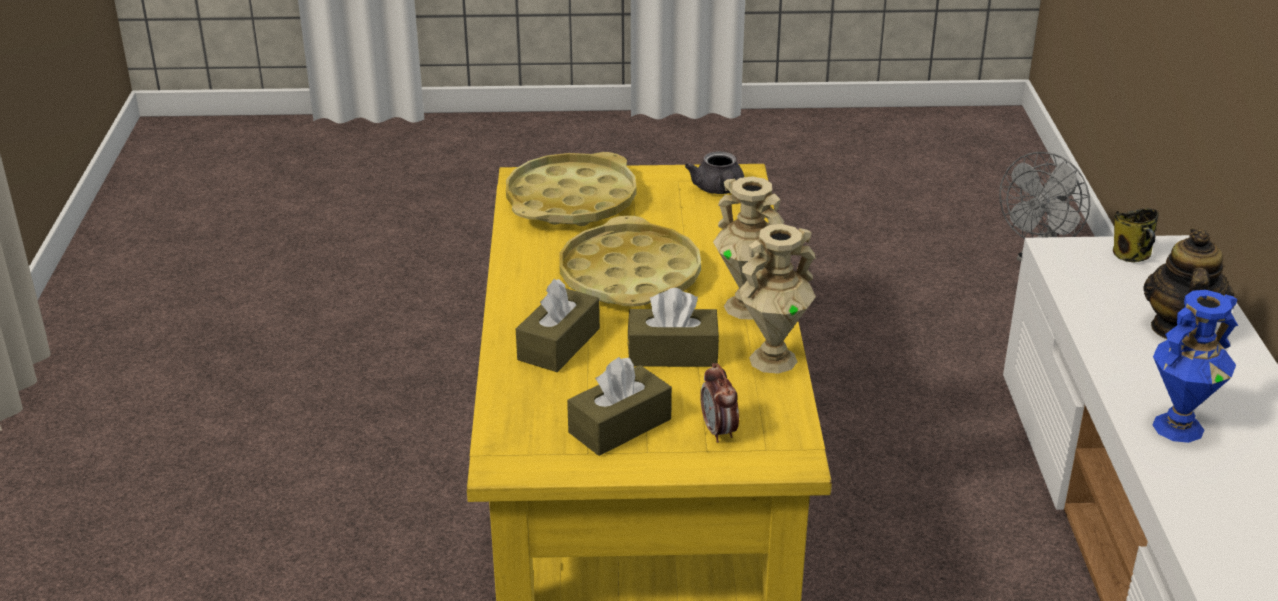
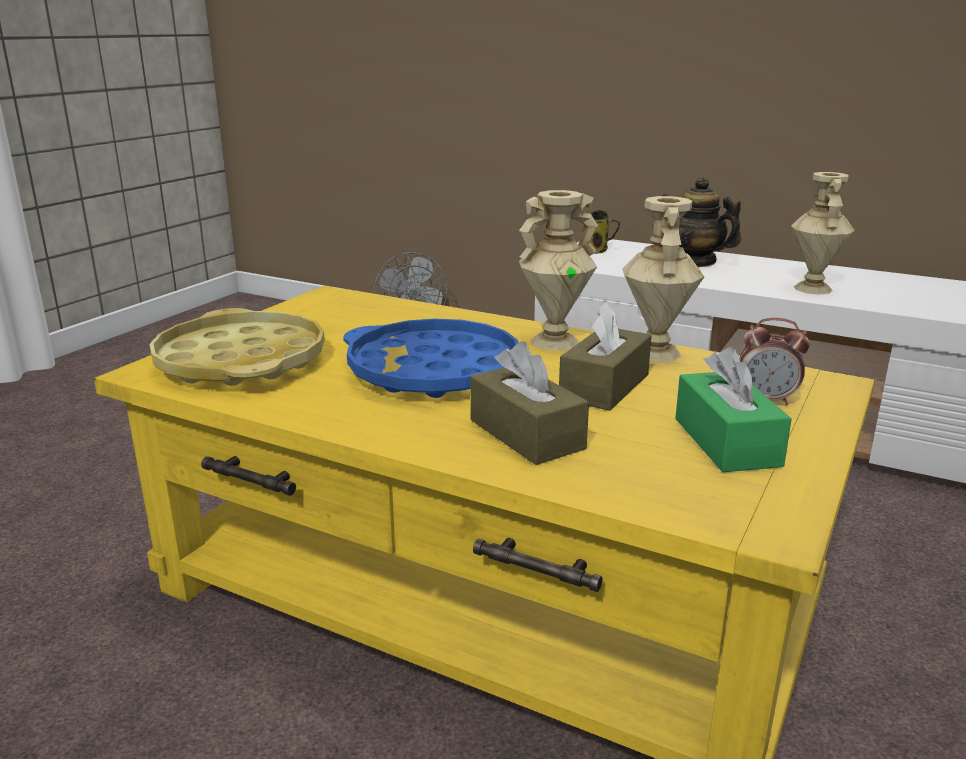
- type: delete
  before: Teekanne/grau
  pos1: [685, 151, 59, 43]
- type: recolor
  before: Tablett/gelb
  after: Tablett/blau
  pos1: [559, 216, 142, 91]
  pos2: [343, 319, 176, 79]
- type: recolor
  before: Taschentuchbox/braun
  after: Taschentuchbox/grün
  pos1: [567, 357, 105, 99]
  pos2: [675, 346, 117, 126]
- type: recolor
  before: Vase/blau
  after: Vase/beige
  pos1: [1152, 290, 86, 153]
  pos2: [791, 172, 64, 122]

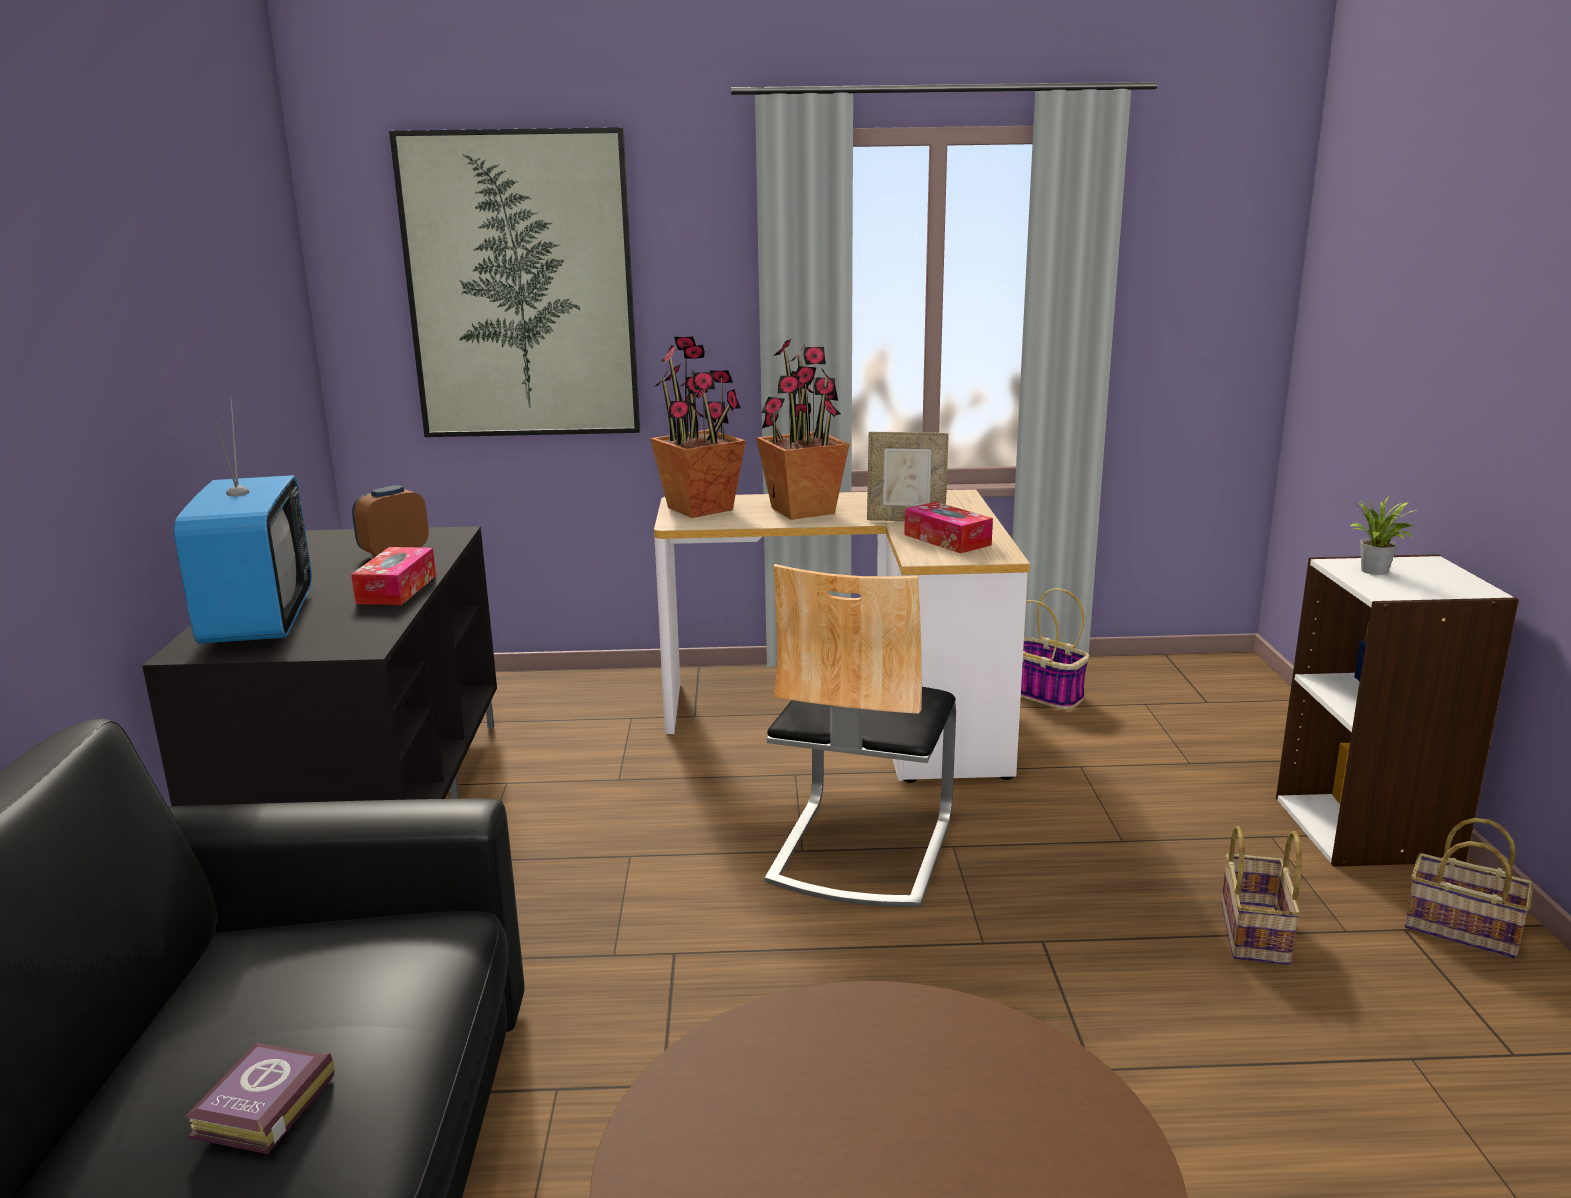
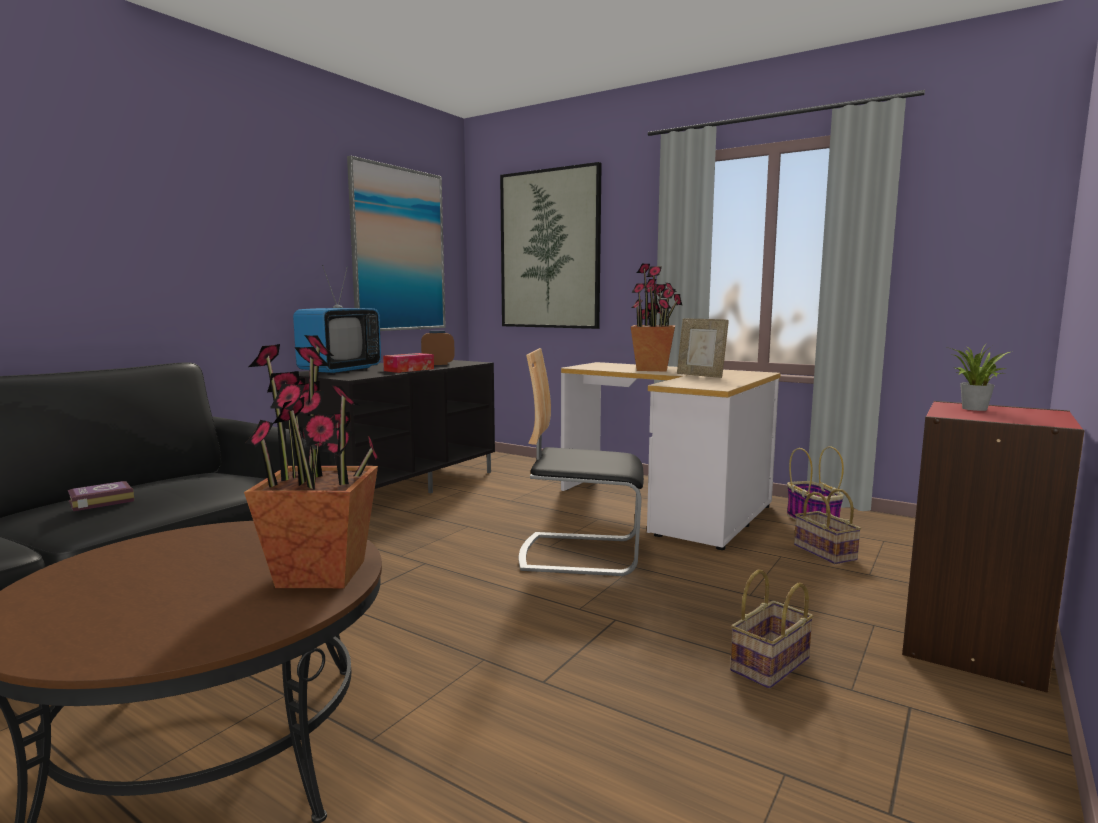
- type: delete
  before: Taschentuchbox
  pos1: [904, 502, 89, 51]
- type: insert
  after: Bild
  pos2: [347, 156, 99, 175]
- type: move
  before: Topfpflanze
  pos1: [650, 337, 96, 181]
  pos2: [244, 335, 136, 253]
- type: move
  before: Korb
  pos1: [1405, 818, 128, 141]
  pos2: [794, 489, 67, 75]
- type: recolor
  before: Bücherregal/weiß
  after: Bücherregal/rot
  pos1: [1276, 554, 243, 313]
  pos2: [902, 401, 183, 292]
- type: rotate
  before: Stuhl
  pos1: [765, 564, 191, 343]
  pos2: [519, 348, 125, 228]
  turn: 45

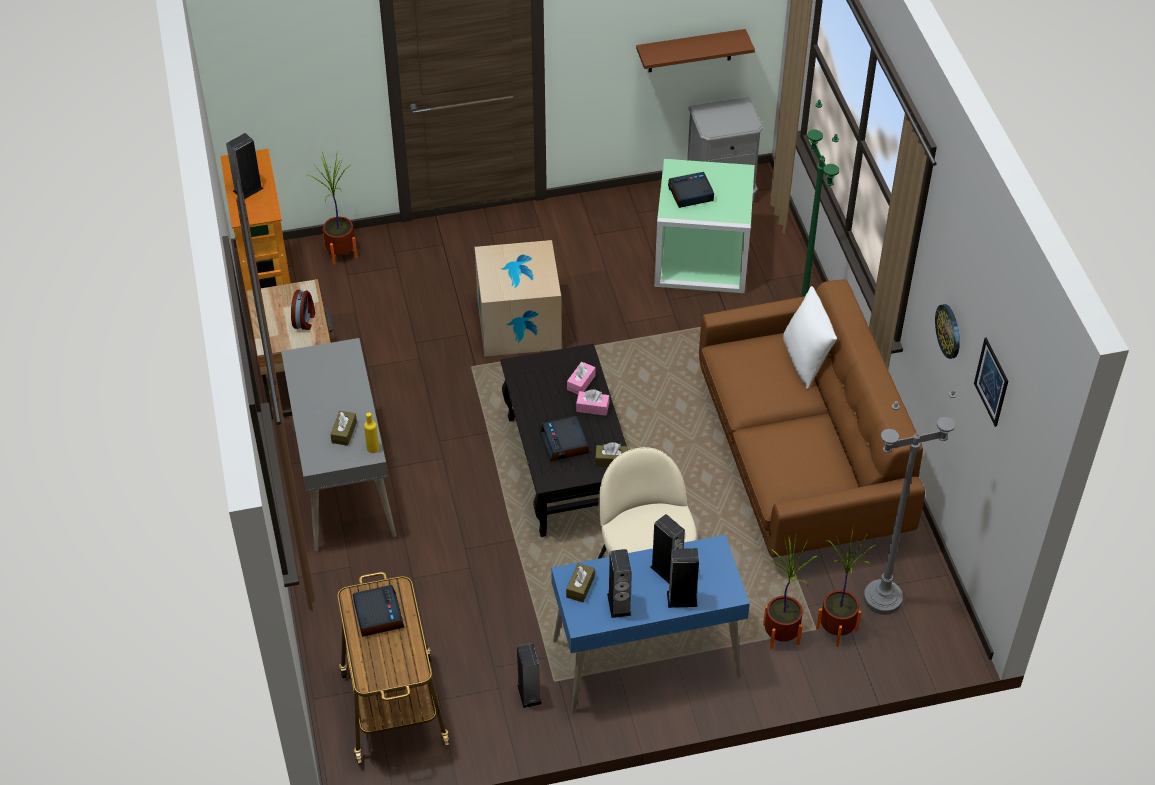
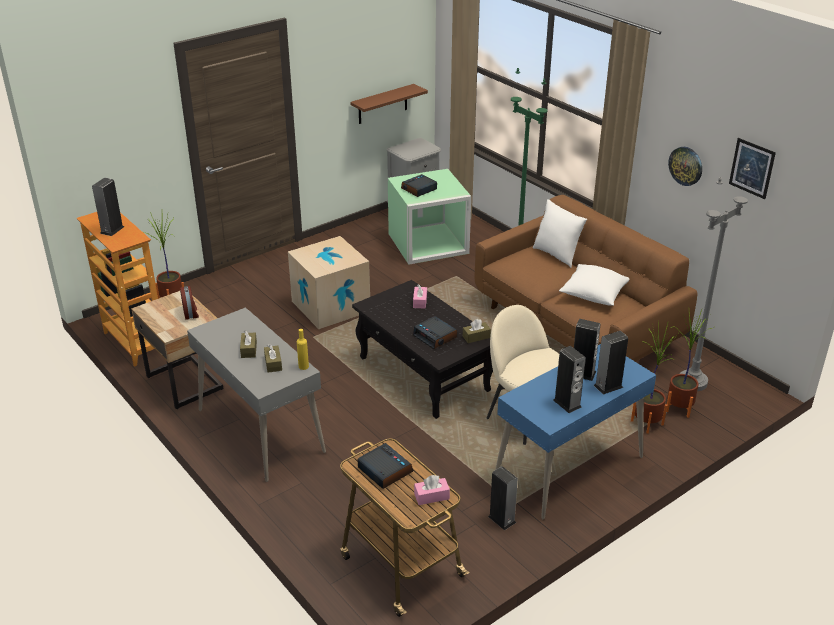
- type: insert
  after: Kissen/weiß
  pos2: [559, 264, 70, 42]
- type: move
  before: Taschentuchbox/braun
  pos1: [566, 563, 29, 39]
  pos2: [240, 331, 17, 27]
- type: move
  before: Taschentuchbox/rosa
  pos1: [576, 389, 33, 27]
  pos2: [414, 475, 36, 30]

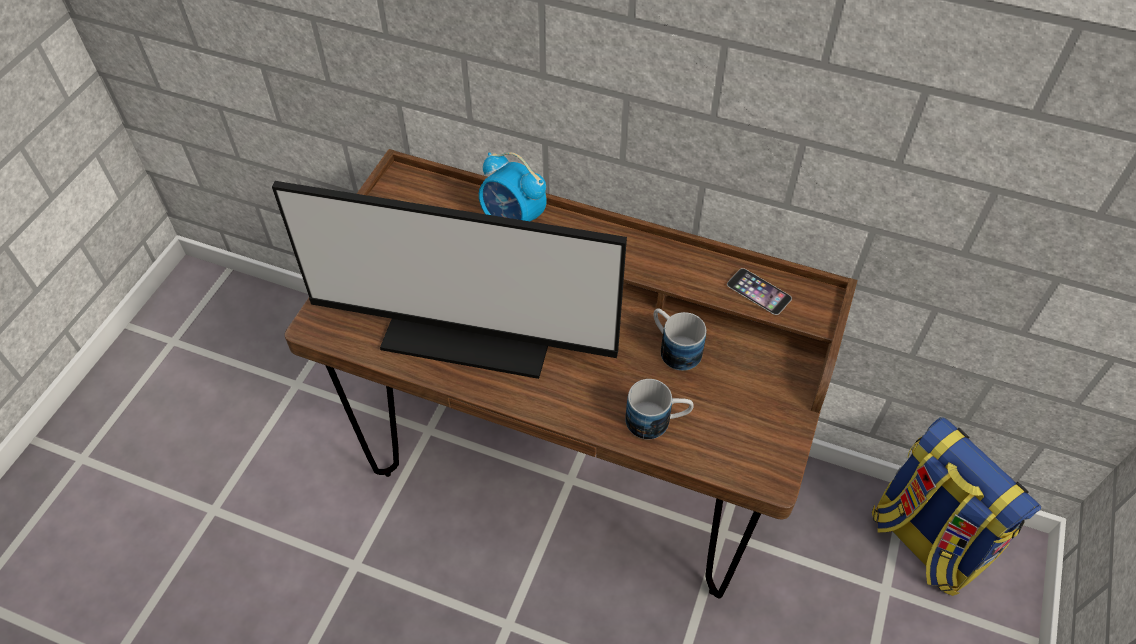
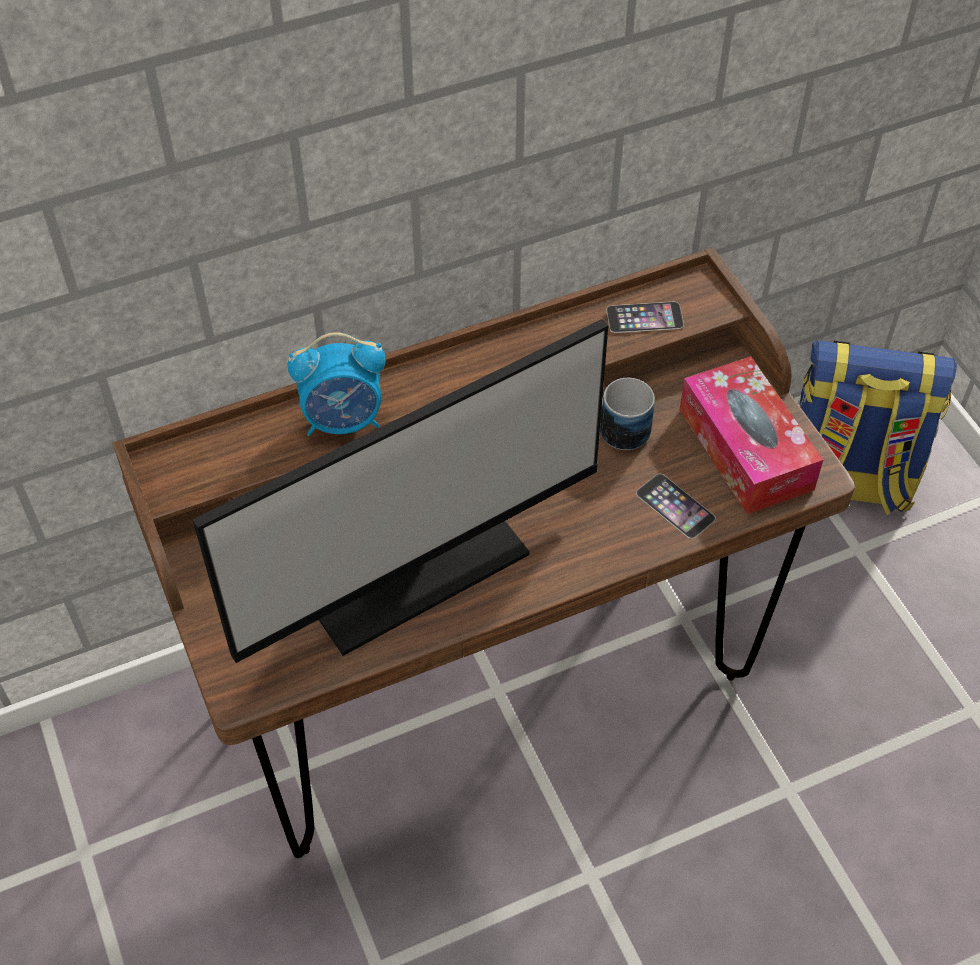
- type: insert
  after: Taschentuchbox
  pos2: [679, 356, 144, 158]
- type: replace
  before: Henkelbecher
  after: Handy
  pos1: [625, 379, 69, 61]
  pos2: [636, 474, 80, 65]

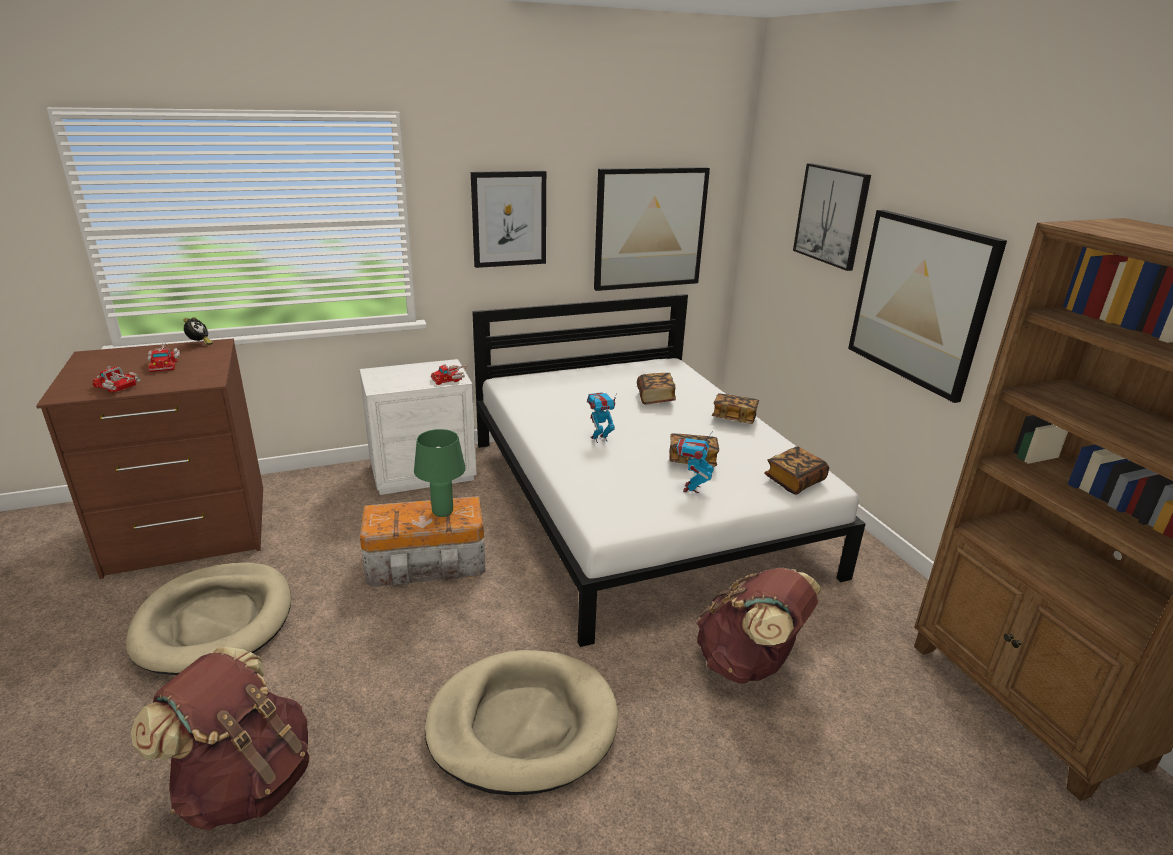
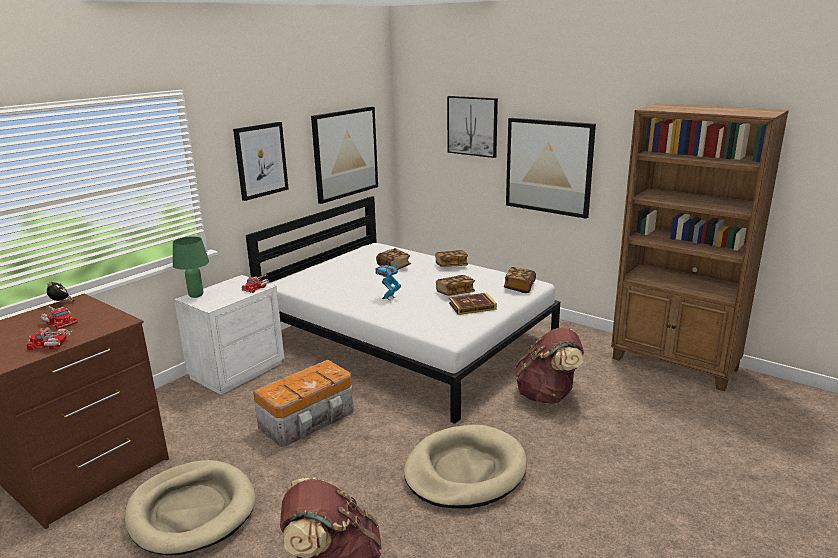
- type: move
  before: Tischlampe/grün
  pos1: [414, 429, 52, 88]
  pos2: [173, 236, 36, 62]
- type: replace
  before: Spielzeugroboter
  after: Buch
  pos1: [676, 431, 38, 62]
  pos2: [449, 293, 48, 22]

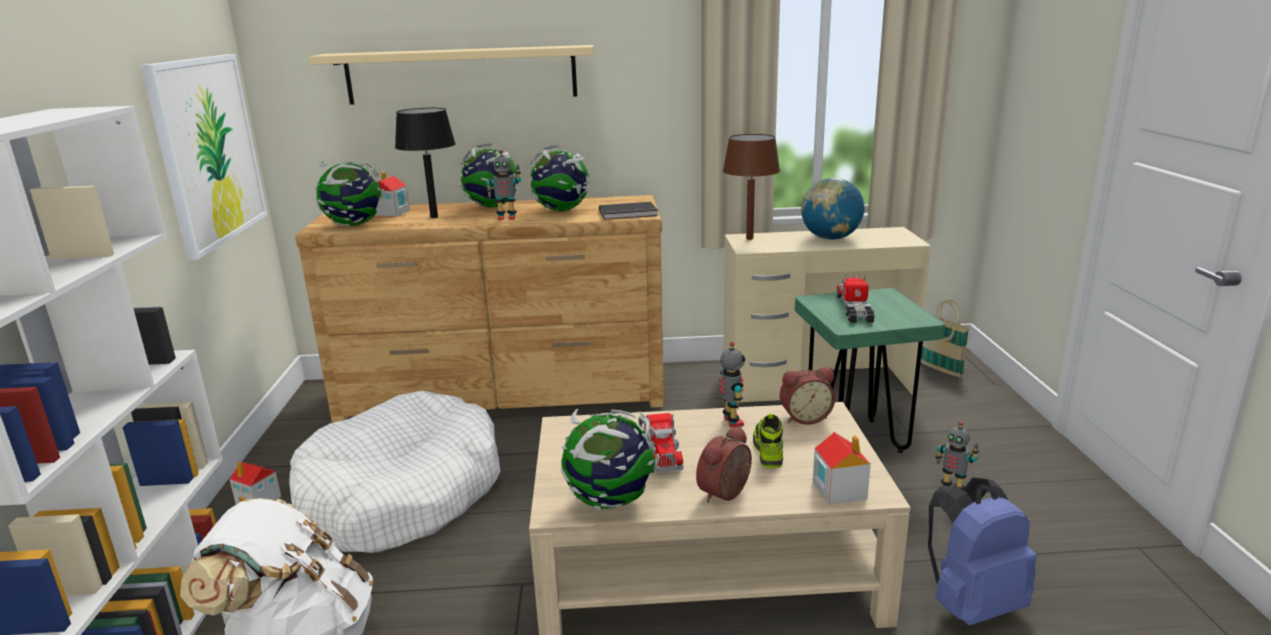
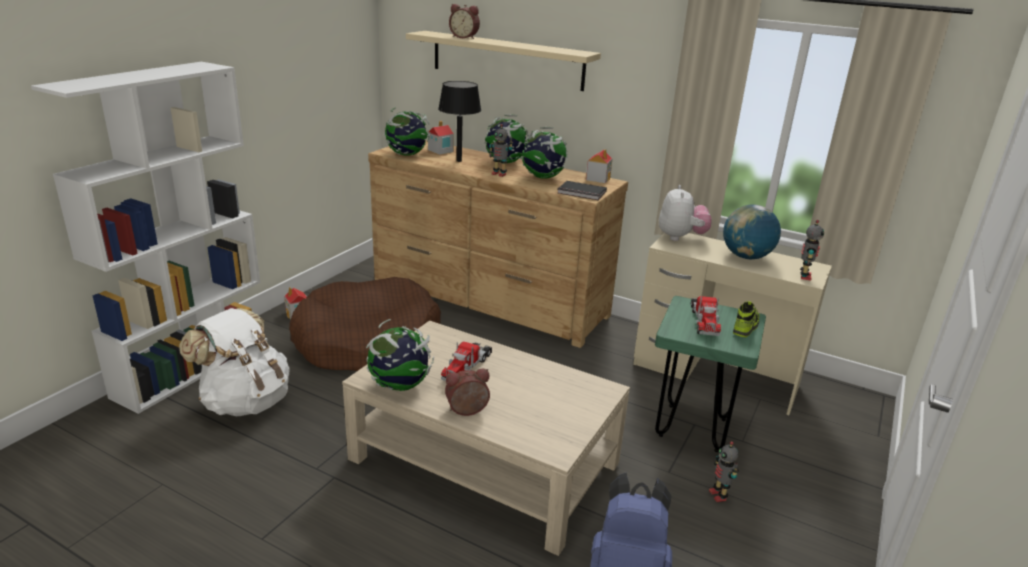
- type: delete
  before: Bild
  pos1: [141, 54, 127, 207]
- type: delete
  before: Korb
  pos1: [921, 300, 49, 77]
- type: move
  before: Spielzeugroboter
  pos1: [719, 342, 26, 86]
  pos2: [800, 220, 24, 61]
- type: move
  before: Schuh
  pos1: [753, 414, 30, 54]
  pos2: [733, 301, 27, 36]
- type: move
  before: Wecker
  pos1: [780, 367, 55, 58]
  pos2: [449, 4, 31, 35]
- type: move
  before: Spielzeughaus
  pos1: [813, 432, 58, 73]
  pos2: [586, 149, 26, 34]
- type: replace
  before: Tischlampe/braun
  after: Plüschtier
  pos1: [723, 134, 57, 106]
  pos2: [659, 185, 53, 56]
- type: recolor
  before: Hundebett/weiß
  after: Hundebett/braun
  pos1: [289, 390, 211, 163]
  pos2: [289, 277, 152, 94]
- type: rotate
  before: Spielzeuglaster
  pos1: [836, 273, 39, 50]
  pos2: [691, 296, 30, 40]
  turn: 150

